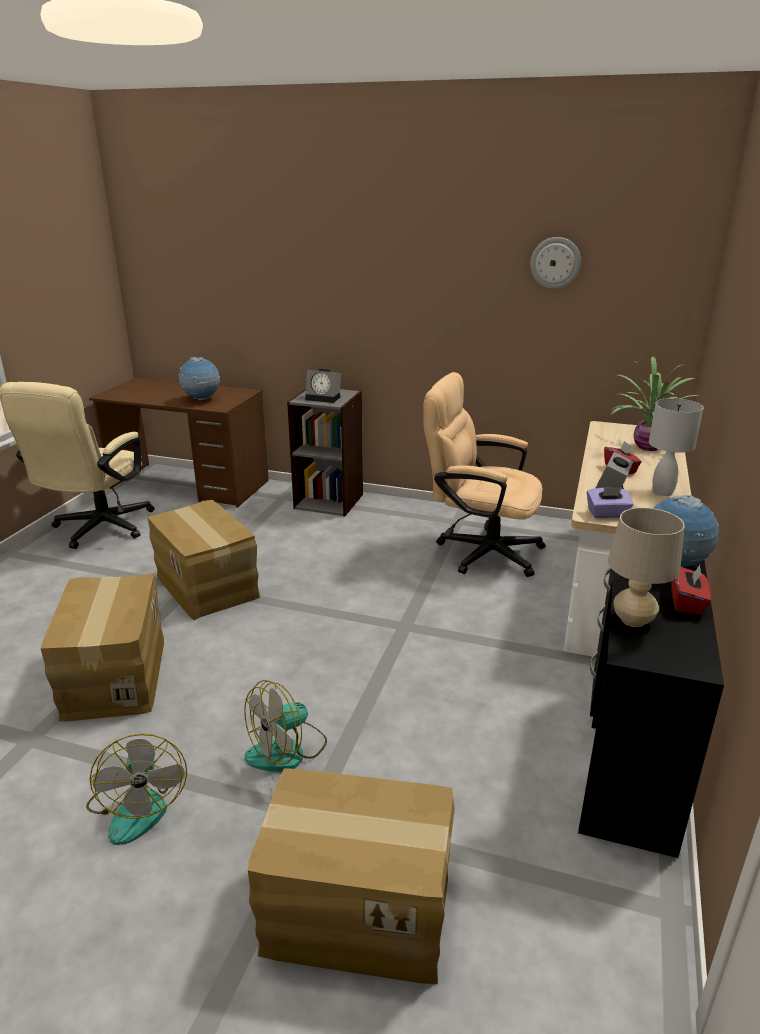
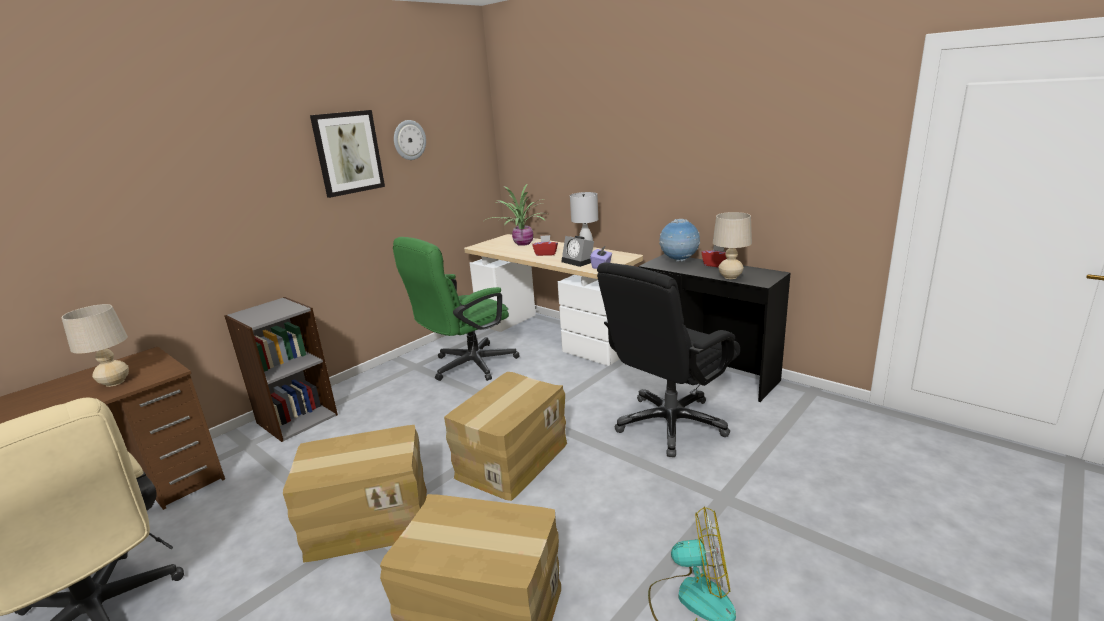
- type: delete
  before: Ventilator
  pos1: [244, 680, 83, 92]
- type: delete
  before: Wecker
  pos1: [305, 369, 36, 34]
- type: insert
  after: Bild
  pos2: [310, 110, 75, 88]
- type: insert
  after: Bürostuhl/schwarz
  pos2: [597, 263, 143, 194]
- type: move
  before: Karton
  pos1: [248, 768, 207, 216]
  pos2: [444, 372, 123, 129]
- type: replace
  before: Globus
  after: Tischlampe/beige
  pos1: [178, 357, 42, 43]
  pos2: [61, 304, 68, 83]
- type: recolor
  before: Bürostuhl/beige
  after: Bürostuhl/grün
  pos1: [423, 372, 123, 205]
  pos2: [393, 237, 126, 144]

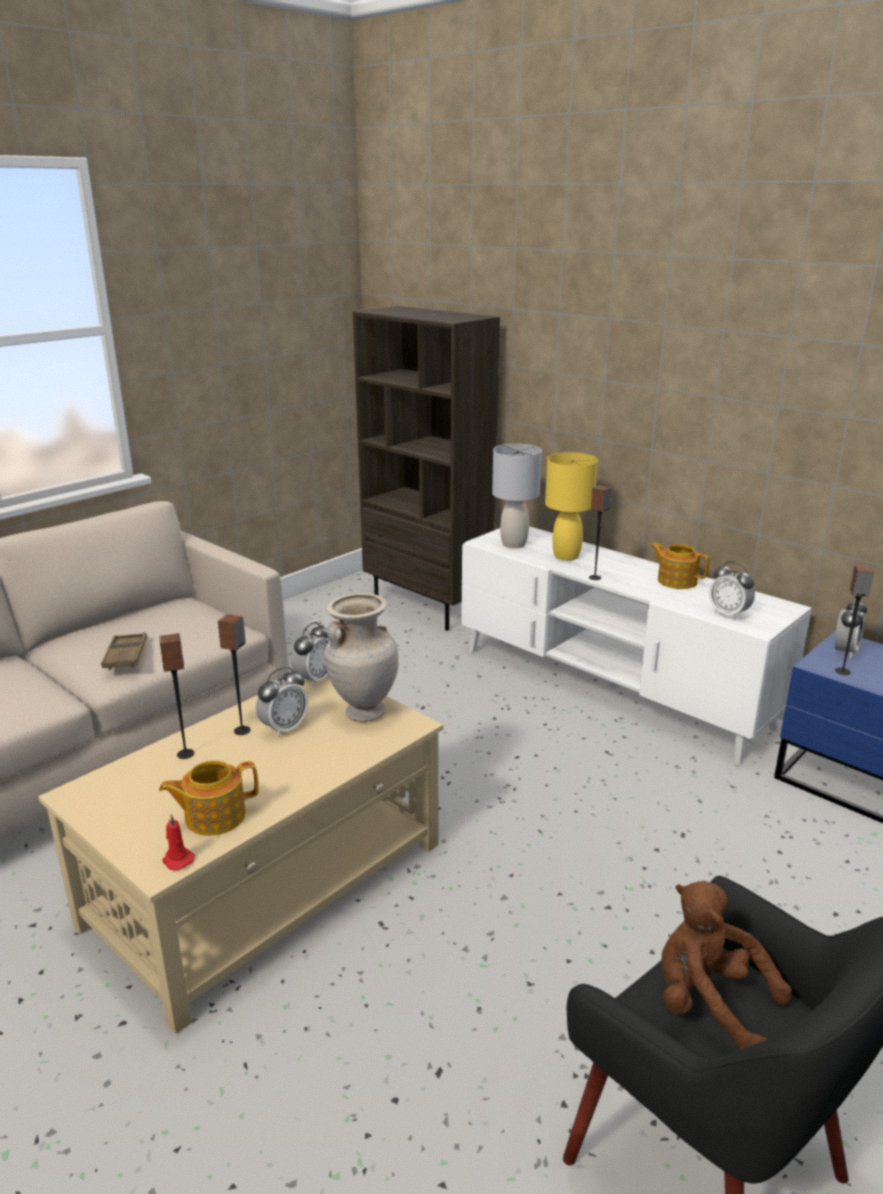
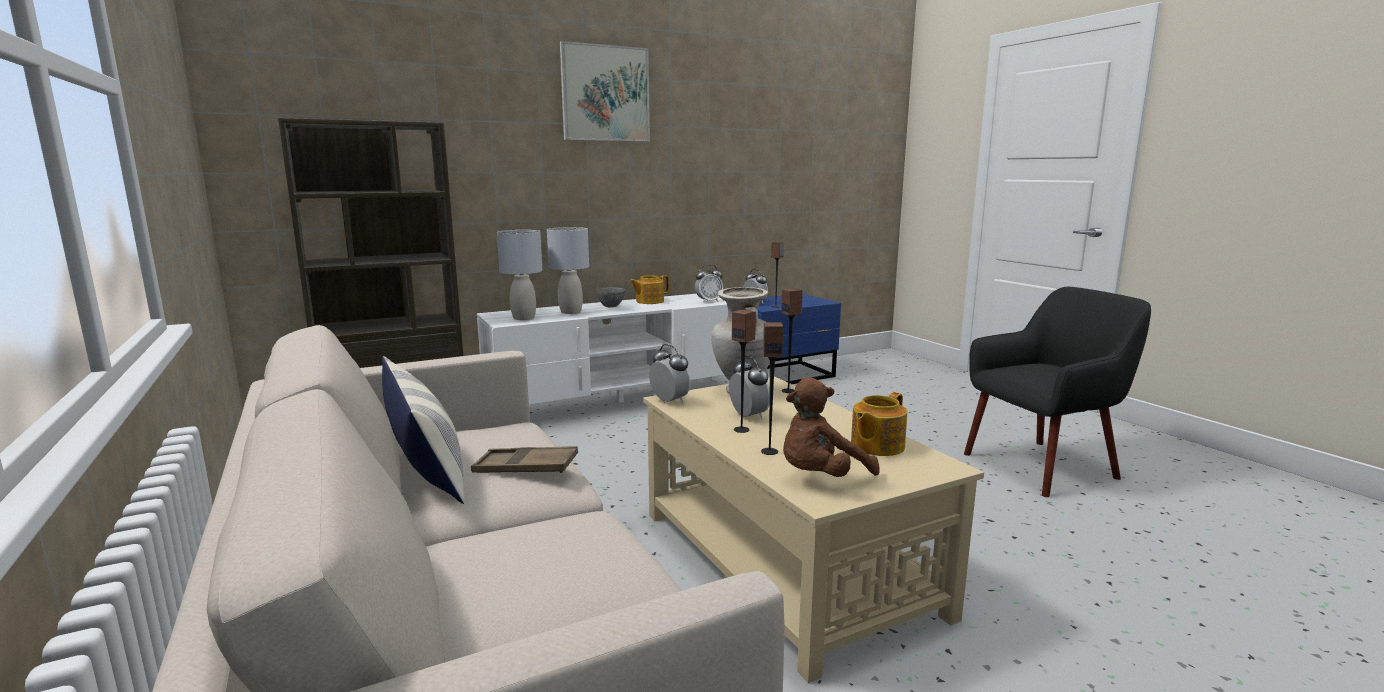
- type: delete
  before: Kerze/rot
  pos1: [162, 814, 33, 56]
- type: insert
  after: Kissen
  pos2: [382, 356, 83, 148]
- type: insert
  after: Bild
  pos2: [560, 41, 90, 101]
- type: insert
  after: Schüssel/grau
  pos2: [596, 287, 29, 20]
- type: move
  before: Lautsprecher
  pos1: [589, 485, 22, 95]
  pos2: [781, 288, 22, 105]
- type: move
  before: Plüschtier/braun
  pos1: [661, 881, 131, 168]
  pos2: [783, 377, 97, 100]
- type: recolor
  before: Tischlampe/gelb
  after: Tischlampe/grau
  pos1: [545, 452, 53, 109]
  pos2: [547, 227, 42, 87]
- type: rotate
  before: Teekanne
  pos1: [159, 760, 100, 76]
  pos2: [851, 392, 56, 64]
  turn: 45

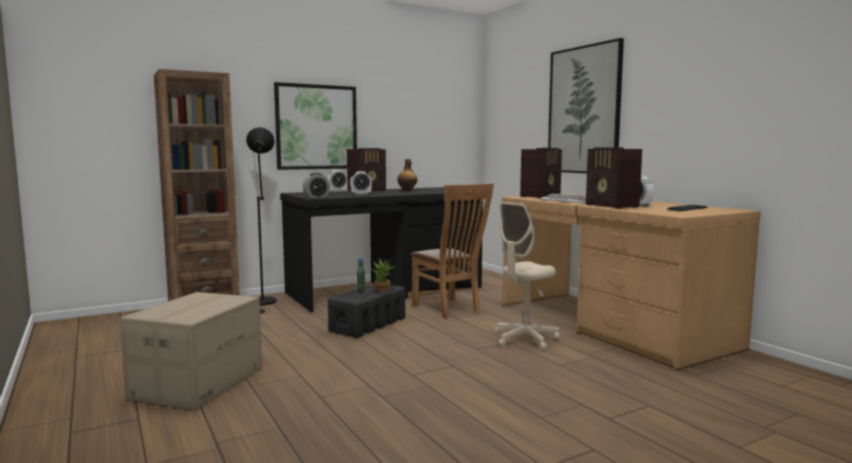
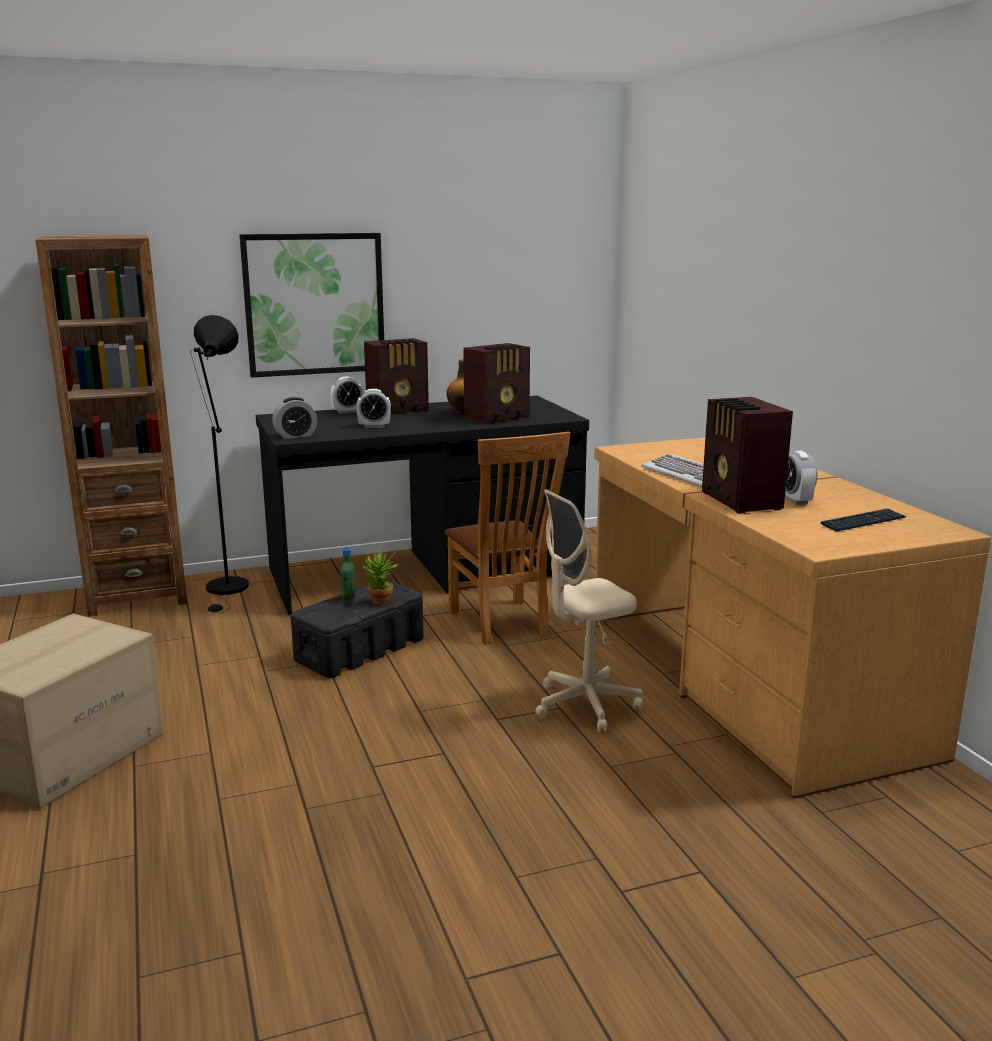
- type: delete
  before: Bild
  pos1: [548, 38, 76, 135]
- type: move
  before: Radio
  pos1: [520, 148, 42, 50]
  pos2: [464, 343, 66, 81]

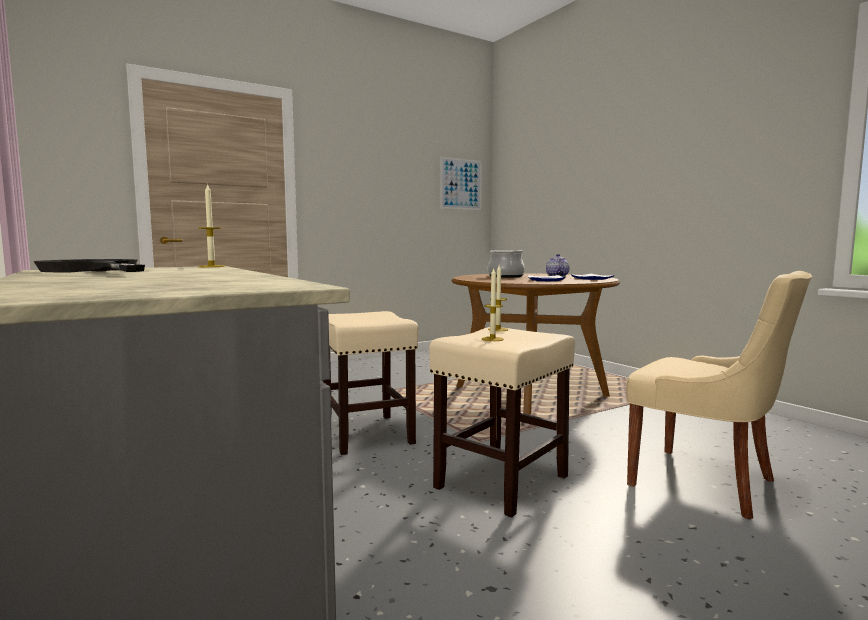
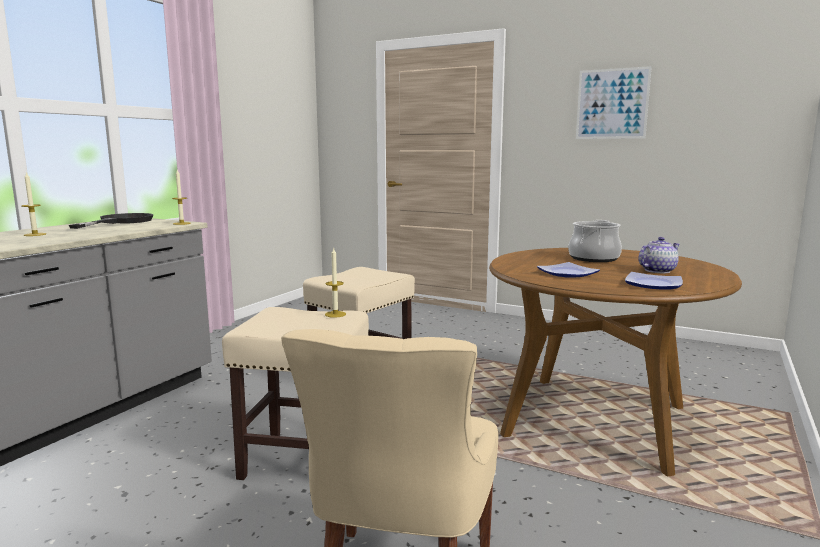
- type: move
  before: Bild
  pos1: [440, 157, 42, 53]
  pos2: [576, 66, 76, 73]
- type: move
  before: Kerze
  pos1: [482, 268, 22, 73]
  pos2: [21, 172, 25, 64]

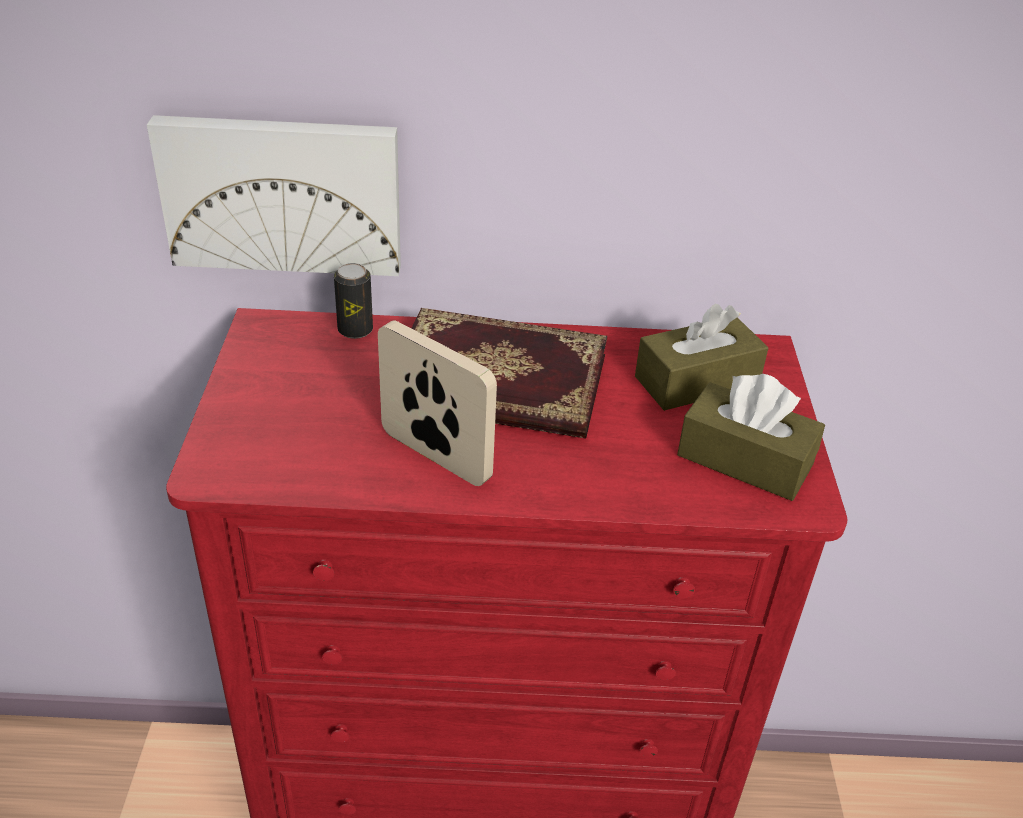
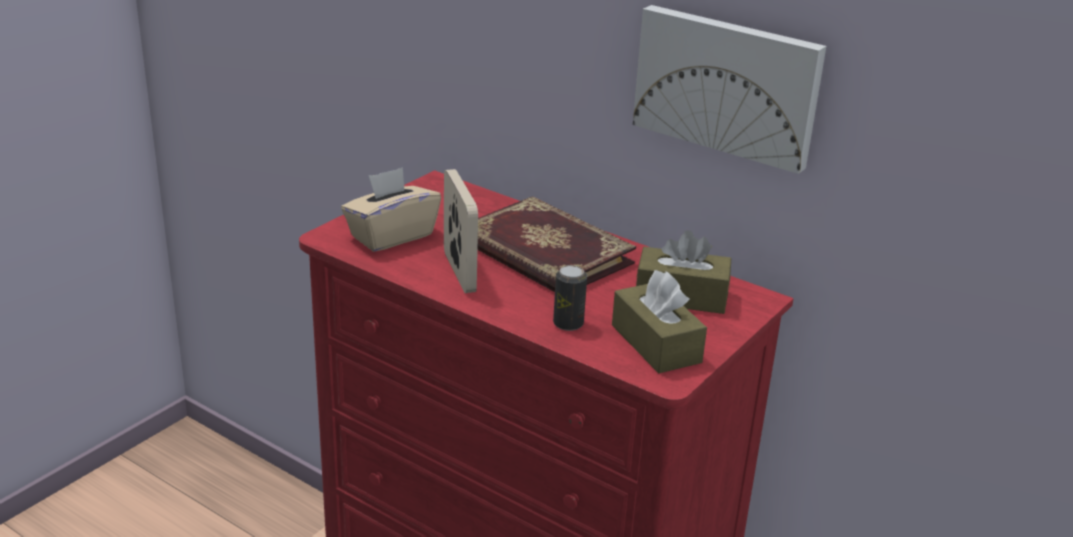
- type: insert
  after: Taschentuchbox/beige
  pos2: [341, 167, 100, 85]
- type: move
  before: Bild
  pos1: [147, 115, 254, 161]
  pos2: [633, 5, 193, 169]
- type: move
  before: Dose
  pos1: [334, 263, 39, 76]
  pos2: [553, 265, 34, 66]

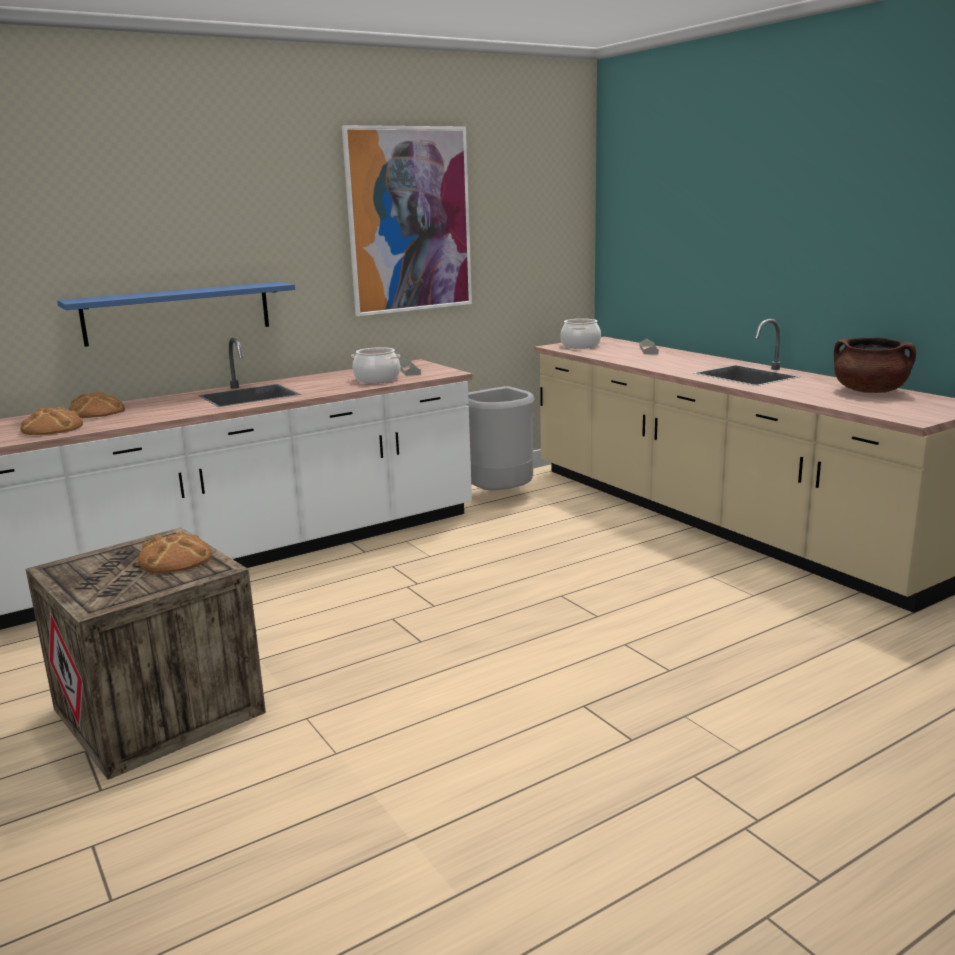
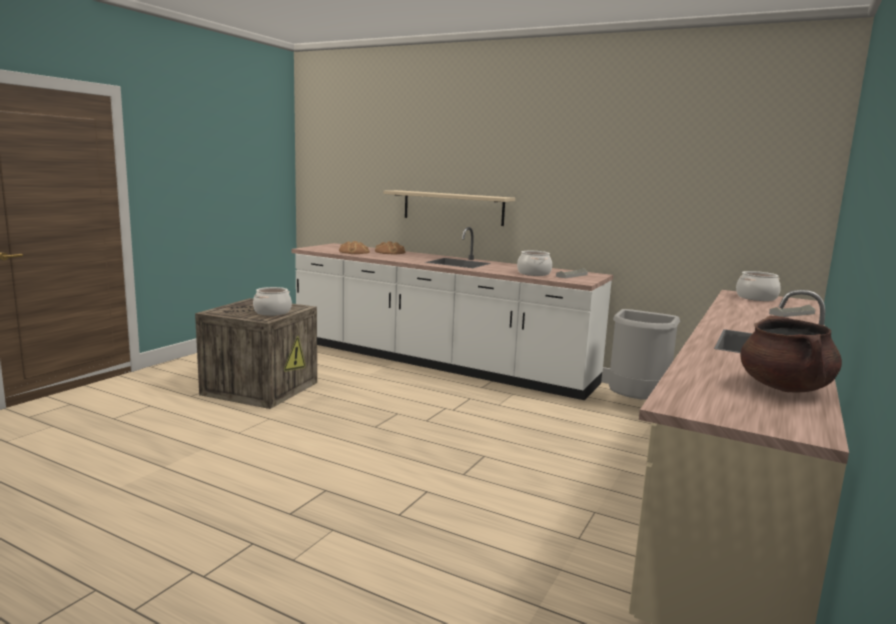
- type: delete
  before: Bild
  pos1: [342, 125, 130, 191]
- type: replace
  before: Brot
  after: Kochtopf
  pos1: [138, 531, 74, 42]
  pos2: [253, 287, 39, 29]
- type: recolor
  before: Wandregal/blau
  after: Wandregal/beige
  pos1: [57, 282, 238, 65]
  pos2: [383, 190, 132, 36]

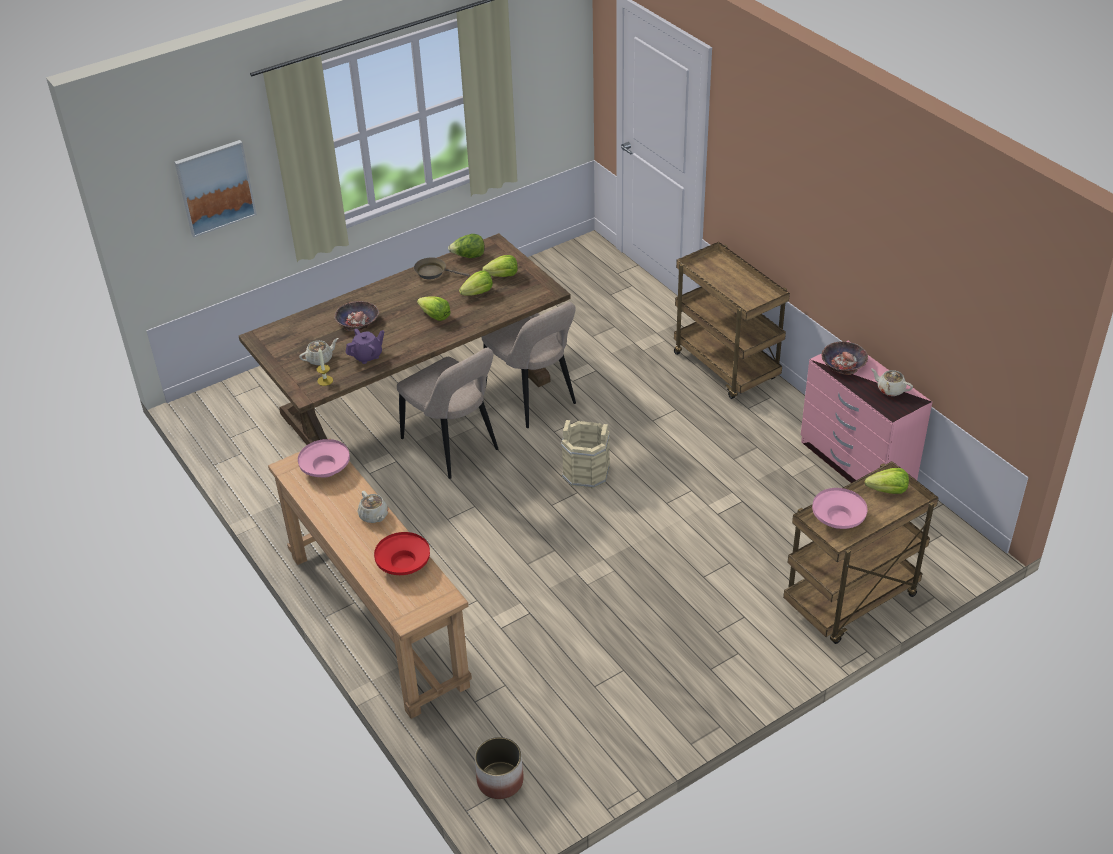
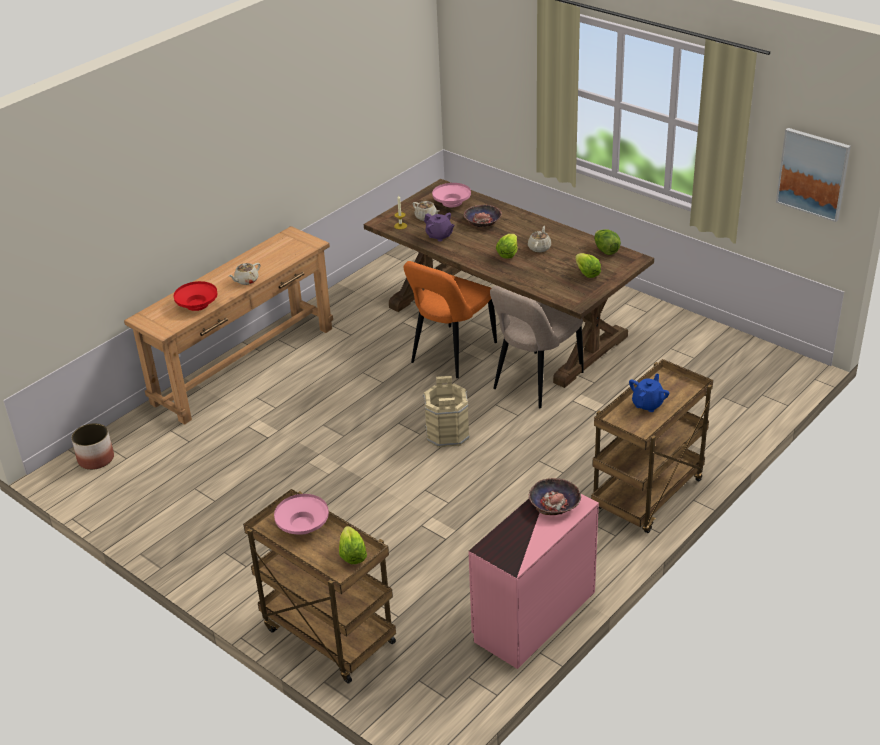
- type: delete
  before: Pfanne/braun
  pos1: [414, 258, 56, 21]
- type: delete
  before: Salatkopf
  pos1: [459, 271, 34, 25]
- type: insert
  after: Teekanne/blau
  pos2: [629, 373, 40, 39]
- type: move
  before: Bild
  pos1: [174, 140, 83, 97]
  pos2: [776, 128, 75, 94]
- type: move
  before: Schüssel/rosa
  pos1: [298, 439, 52, 38]
  pos2: [432, 183, 39, 24]
- type: move
  before: Teekanne/beige
  pos1: [871, 368, 42, 28]
  pos2: [528, 226, 23, 26]
- type: recolor
  before: Stuhl/beige
  after: Stuhl/orange
  pos1: [397, 348, 101, 131]
  pos2: [404, 261, 93, 117]

